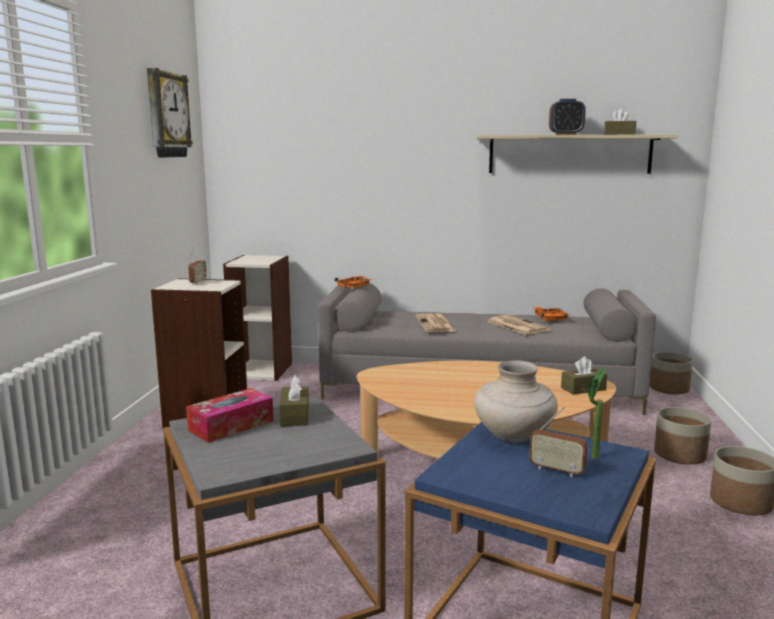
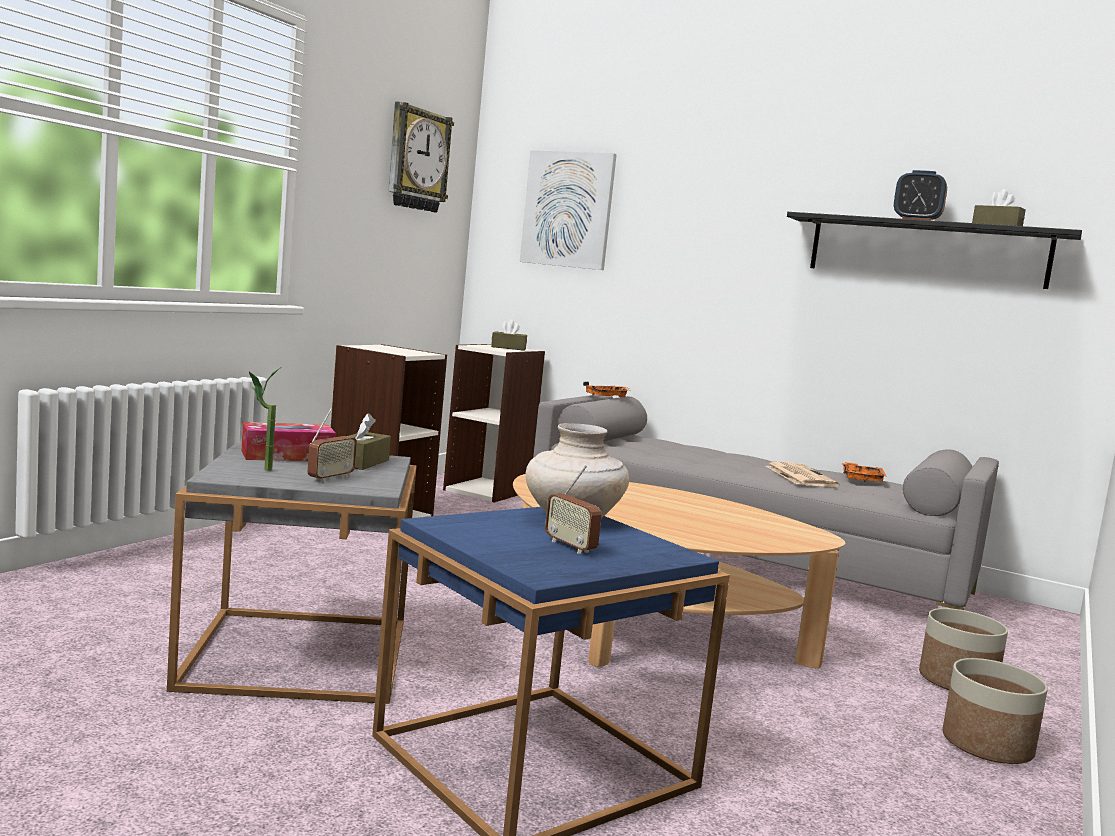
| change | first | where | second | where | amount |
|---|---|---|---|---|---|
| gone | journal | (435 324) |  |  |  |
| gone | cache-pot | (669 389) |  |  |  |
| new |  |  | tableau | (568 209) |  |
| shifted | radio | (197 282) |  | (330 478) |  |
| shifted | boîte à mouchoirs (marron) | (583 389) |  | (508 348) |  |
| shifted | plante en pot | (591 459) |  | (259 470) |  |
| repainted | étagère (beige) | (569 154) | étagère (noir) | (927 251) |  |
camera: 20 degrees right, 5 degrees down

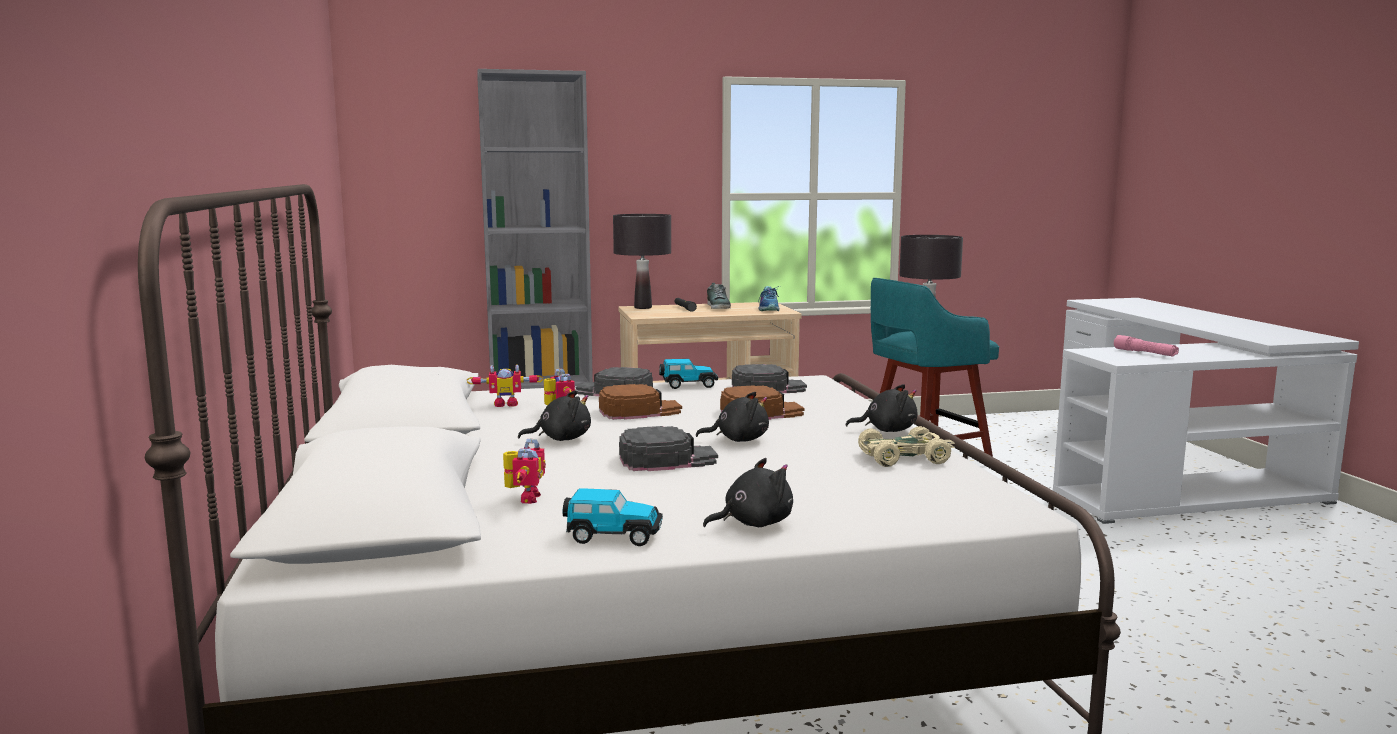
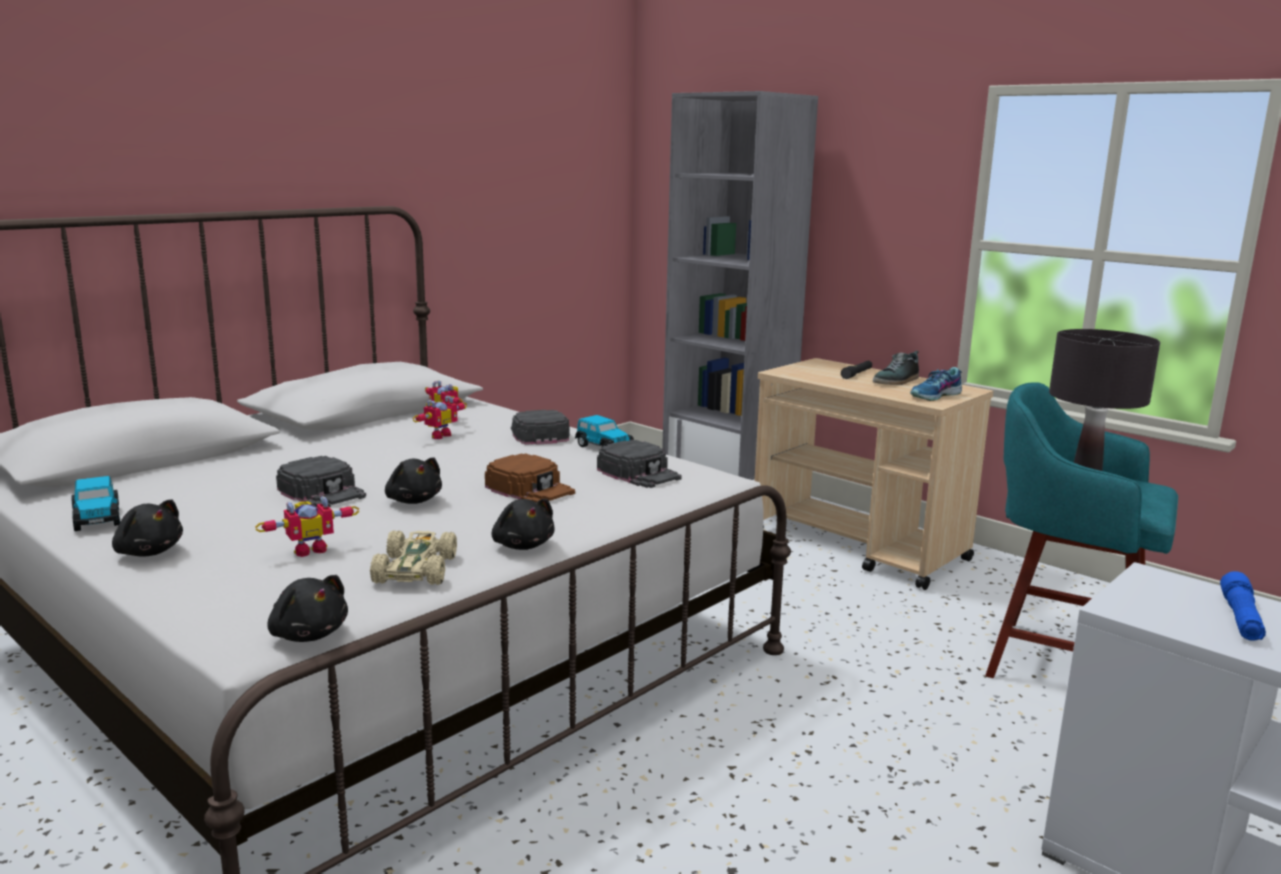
| change | first | where | second | where | amount |
|---|---|---|---|---|---|
| gone | casquette (marron) | (639 411) |  |  |  |
| gone | lampe de table (noir) | (643 307) |  |  |  |
| shifted | robot jouet | (524 498) |  | (309 549) |  |
| shifted | peluche (noir) | (561 439) |  | (308 634) |  |
| repainted | lampe de poche (rose) | (1145 353) | lampe de poche (bleu) | (1240 618) |  |
| rotated | petite voiture (beige) | (904 457) |  | (415 569) | 135 degrees counterclockwise |
camera: 55 degrees right, 5 degrees up

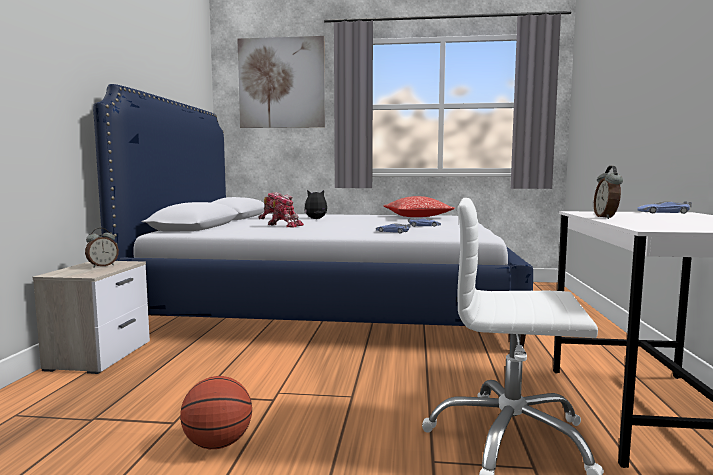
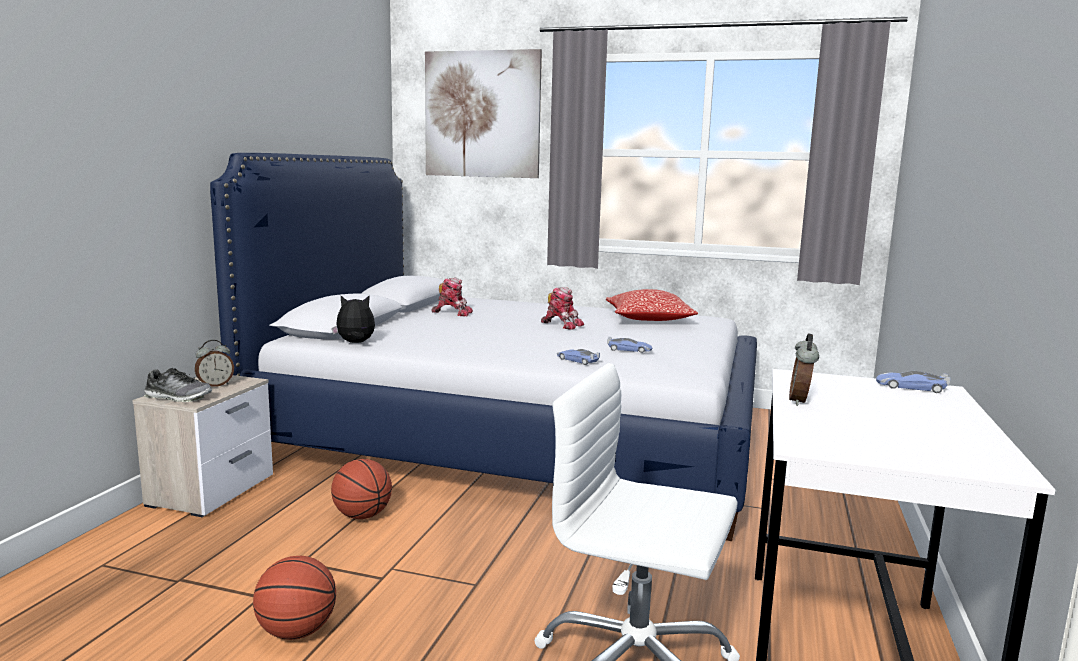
| change | first | where | second | where | amount |
|---|---|---|---|---|---|
| new |  |  | chaussure | (178 398) |  |
| new |  |  | ballon de basket | (362 516) |  |
| shifted | robot jouet | (285 225) |  | (561 325) |  |
| shifted | peluche | (316 219) |  | (355 343) |  |
camera: 10 degrees right, 5 degrees up

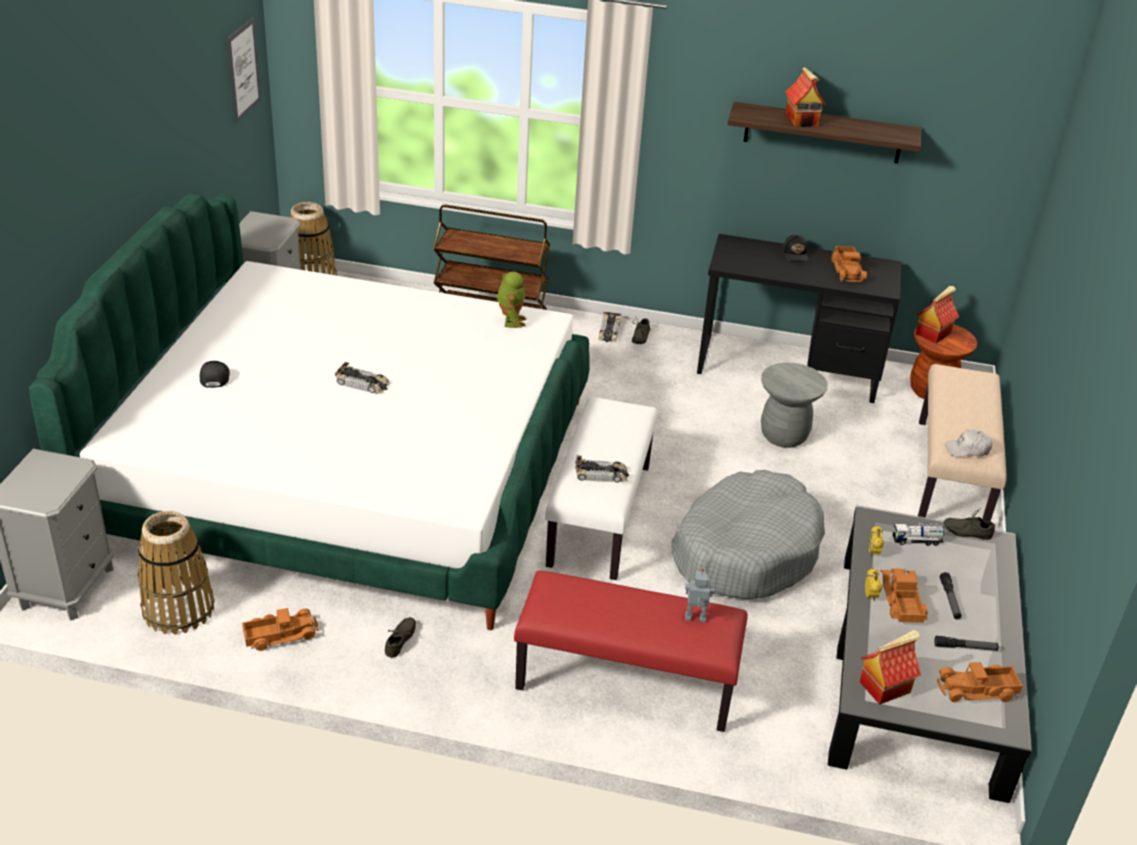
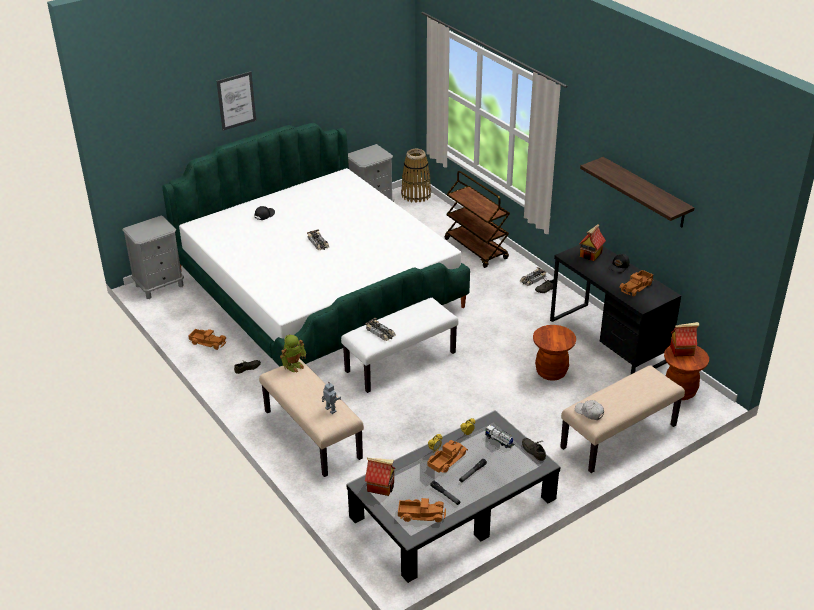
| change | first | where | second | where | amount |
|---|---|---|---|---|---|
| gone | panier | (178 609) |  |  |  |
| gone | panier pour chien (gris) | (745 551) |  |  |  |
| shifted | tableau | (243 70) |  | (236 100) |  |
| shifted | robot jouet | (511 321) |  | (294 365) |  |
| shifted | maison miniature | (802 120) |  | (591 254) |  |
| repainted | banc (rouge) | (624 683) | banc (beige) | (311 434) |  |
| repainted | tabouret (gris) | (784 435) | tabouret (marron) | (551 372) |  |
| rotated | camion jouet | (977 691) |  | (421 514) | 150 degrees clockwise |
camera: 45 degrees right, 0 degrees up

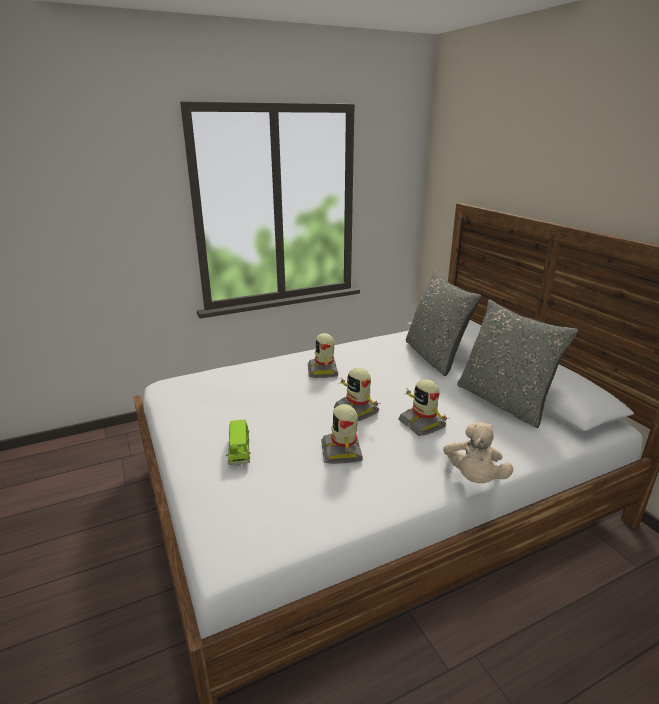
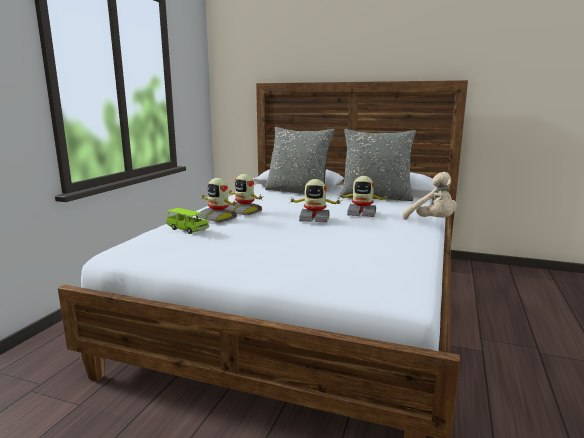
| change | first | where | second | where | amount |
|---|---|---|---|---|---|
| shifted | petite voiture (vert) | (239 452) |  | (187 230) |  |
| shifted | robot jouet | (342 452) |  | (218 218) |  |
camera: 45 degrees left, 10 degrees down

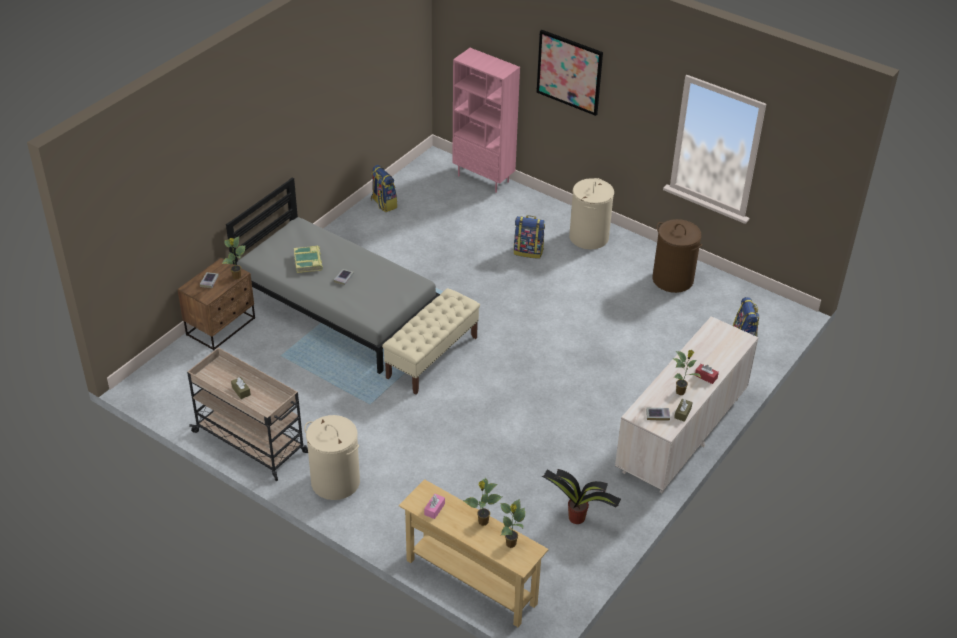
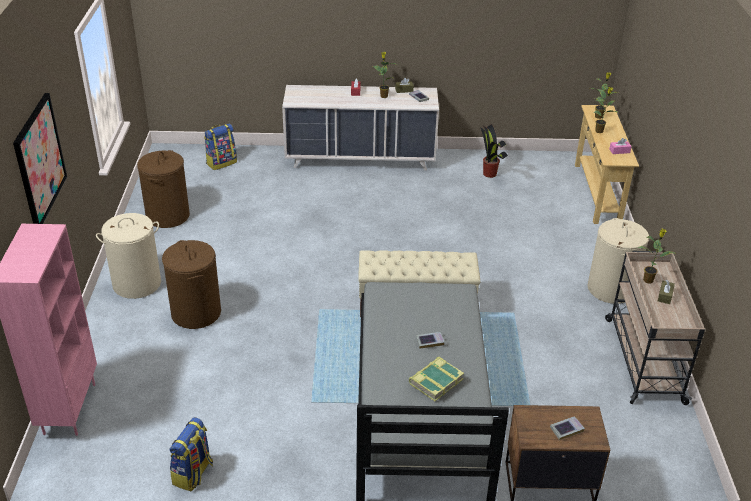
| change | first | where | second | where | amount |
|---|---|---|---|---|---|
| shifted | plante en pot | (236 277) |  | (648 280) |  |
| swapped | sac à dos | (528 251) | panier à linge (marron) | (196 313) |  |
camera: 125 degrees left, 5 degrees down

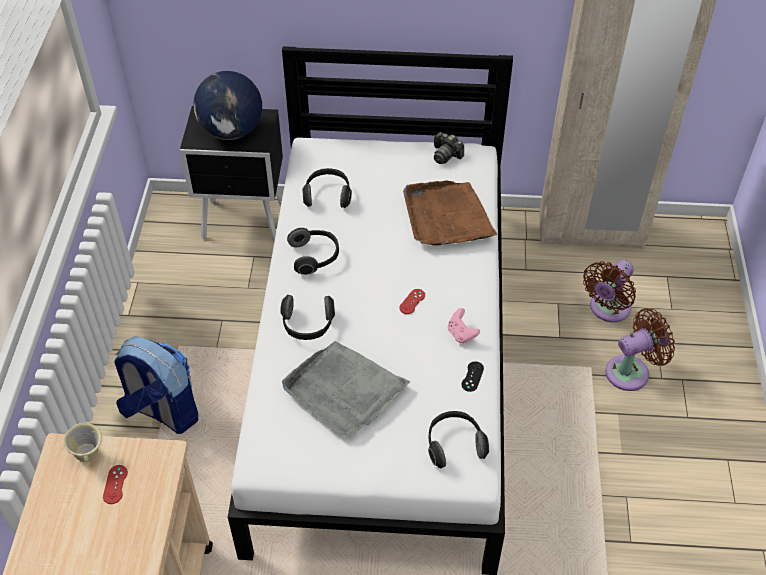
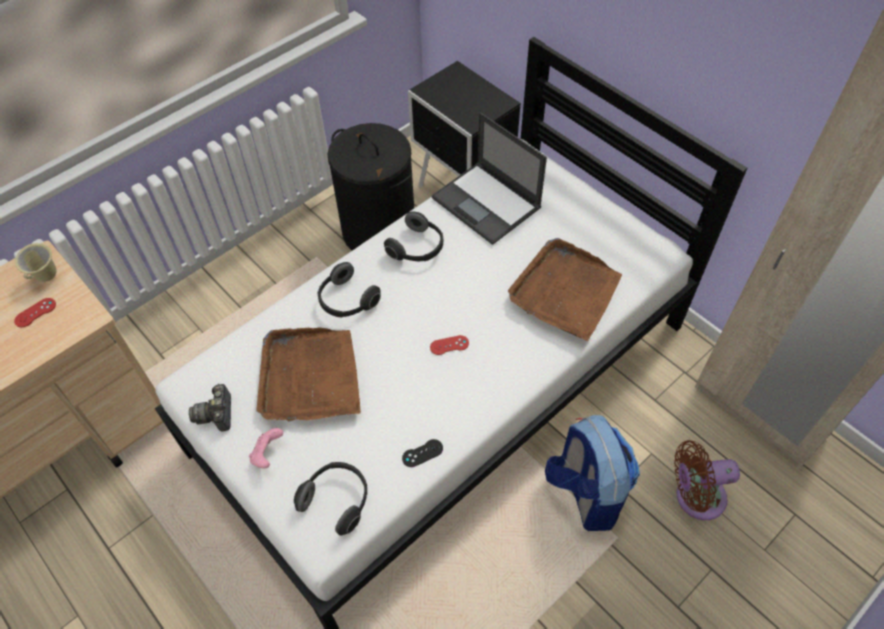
| change | first | where | second | where | amount |
|---|---|---|---|---|---|
| gone | globe | (232 131) |  |  |  |
| gone | ventilateur (marron) | (631 371) |  |  |  |
| new |  |  | panier à linge (noir) | (379 231) |  |
| shifted | sac à dos | (162 411) |  | (585 492) |  |
| shifted | appareil photo | (446 155) |  | (216 414) |  |
| shifted | manette (rose) | (461 334) |  | (267 454) |  |
| swapped | casque audio | (328 195) | ordinateur portable | (487 203) |  |
| repainted | plateau (gris) | (344 390) | plateau (marron) | (309 377) |  |
camera: 45 degrees right, 5 degrees up

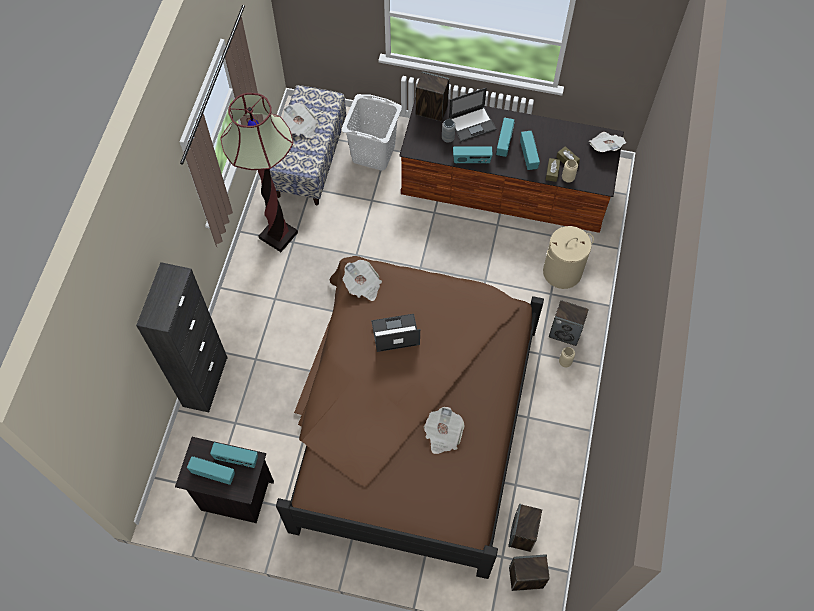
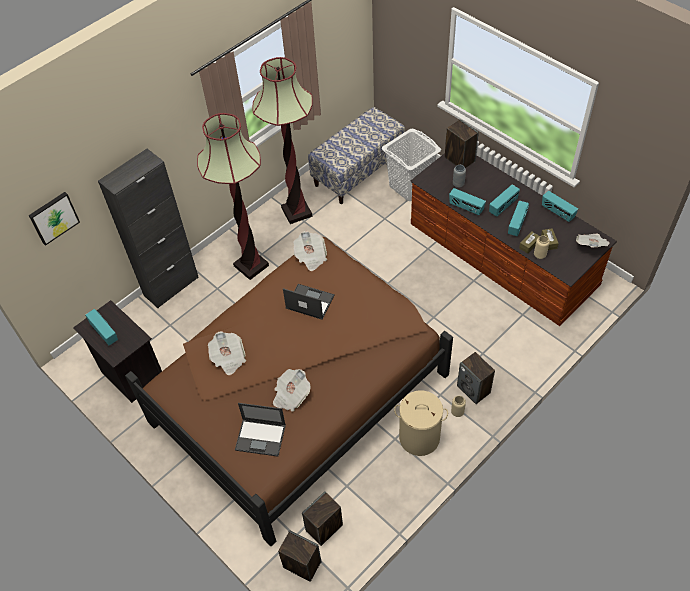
| change | first | where | second | where | amount |
|---|---|---|---|---|---|
| new |  |  | tableau | (53 217) |  |
| new |  |  | lampadaire | (251 266) |  |
| shifted | radio | (236 459) |  | (557 213) |  |
| shifted | journal | (301 126) |  | (228 358) |  |
| shifted | ordinateur portable | (472 123) |  | (261 437) |  |
| shifted | panier à linge (beige) | (562 272) |  | (419 437) |  |
camera: 35 degrees right, 10 degrees down

